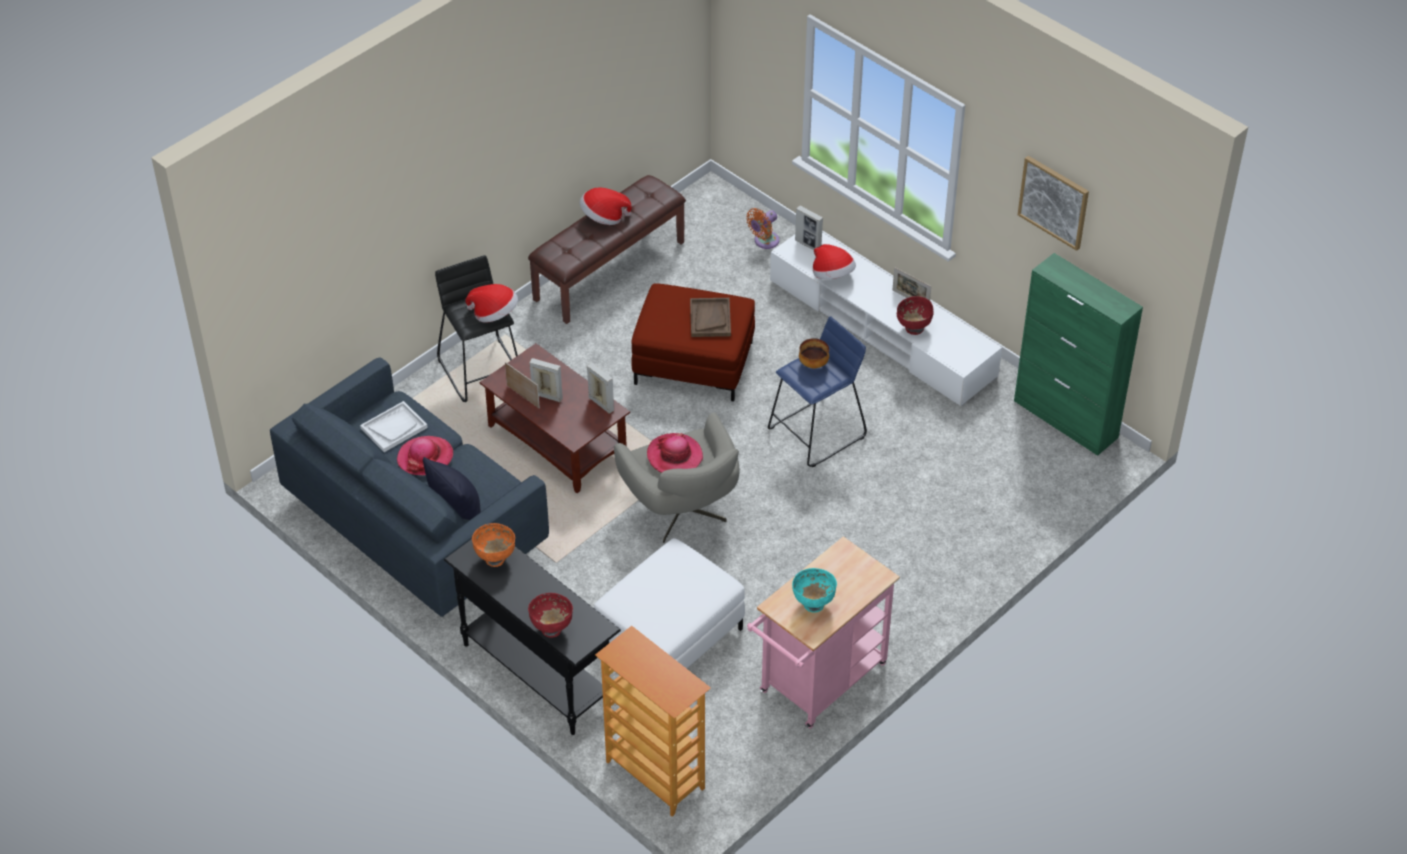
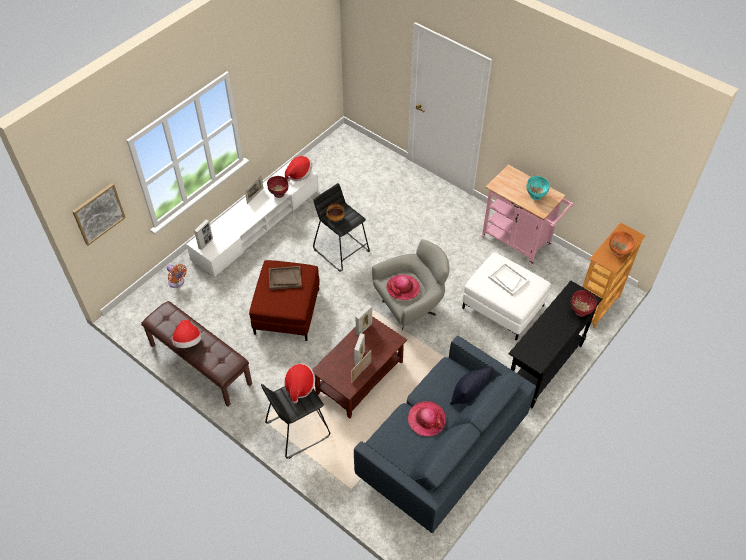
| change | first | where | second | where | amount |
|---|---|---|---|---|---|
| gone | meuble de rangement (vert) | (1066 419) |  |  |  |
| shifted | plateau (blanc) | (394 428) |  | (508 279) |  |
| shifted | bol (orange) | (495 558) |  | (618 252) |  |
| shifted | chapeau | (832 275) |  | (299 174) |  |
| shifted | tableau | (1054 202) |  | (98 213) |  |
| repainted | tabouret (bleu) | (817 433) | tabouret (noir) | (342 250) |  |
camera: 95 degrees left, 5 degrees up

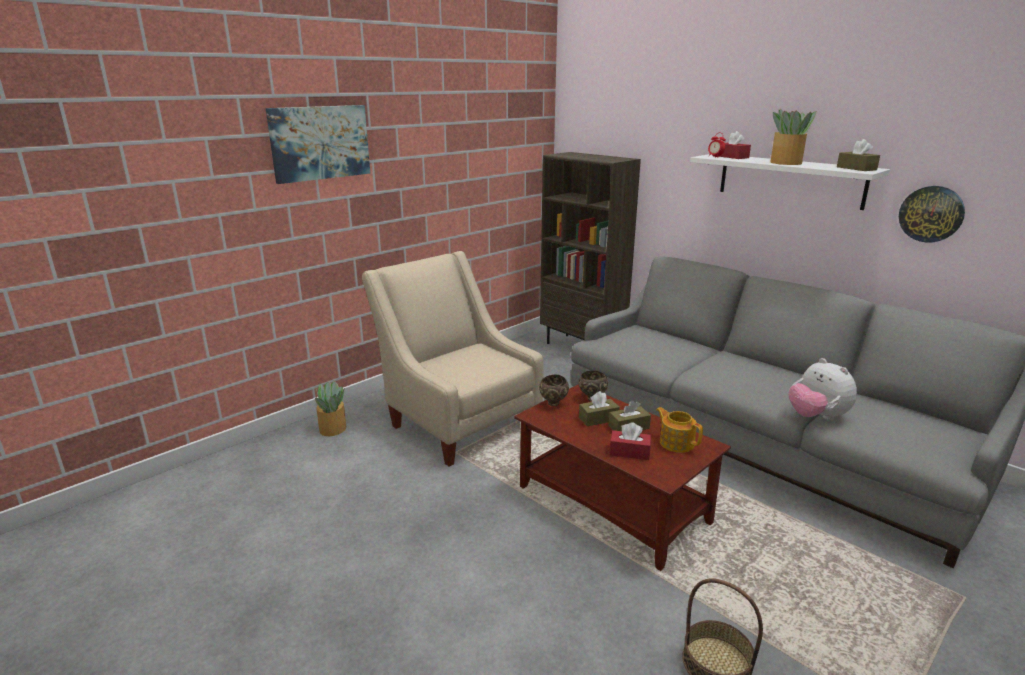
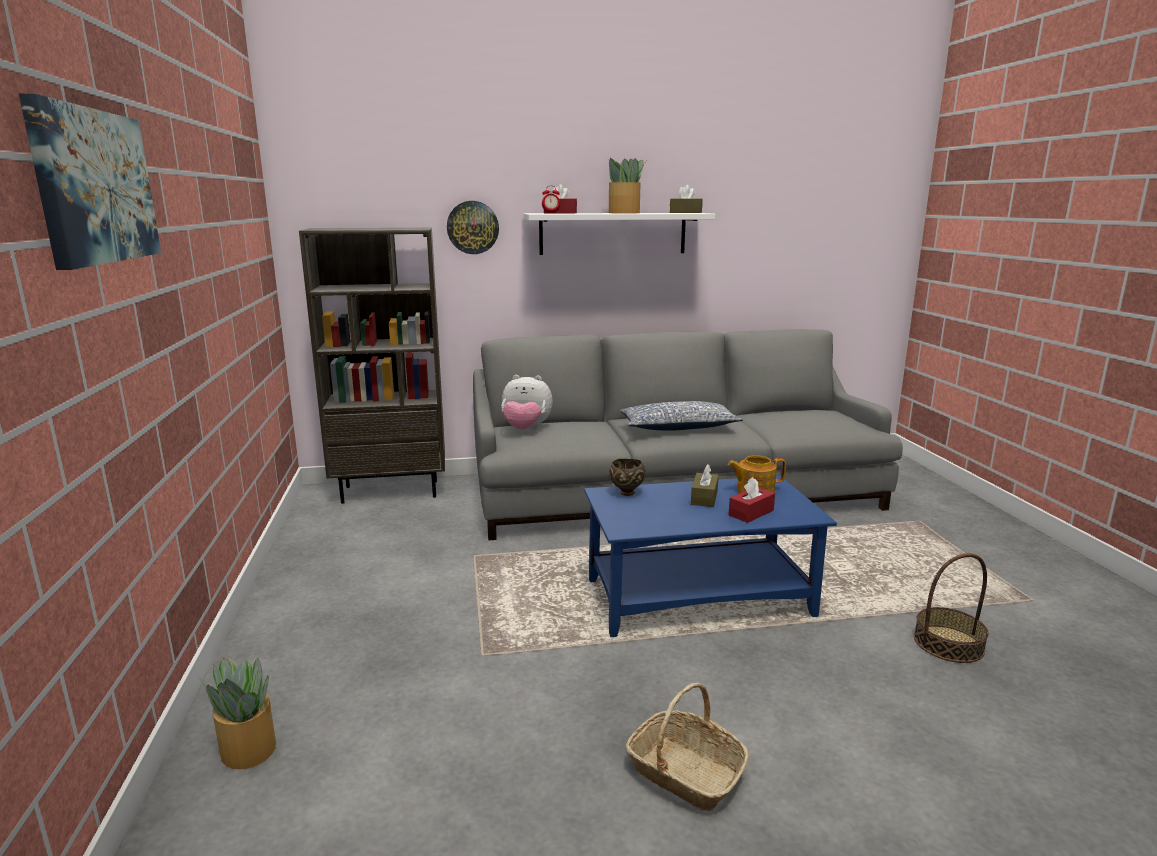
| change | first | where | second | where | amount |
|---|---|---|---|---|---|
| gone | fauteuil (beige) | (457 421) |  |  |  |
| gone | bol (marron) | (553 404) |  |  |  |
| gone | boîte à mouchoirs (marron) | (598 419) |  |  |  |
| new |  |  | coussin | (678 427) |  |
| new |  |  | panier | (684 772) |  |
| shifted | peluche | (816 417) |  | (526 429) |  |
| shifted | horloge murale | (931 214) |  | (472 227) |  |
| repainted | table basse (marron) | (614 505) | table basse (bleu) | (699 597) |  |
camera: 55 degrees left, 5 degrees down

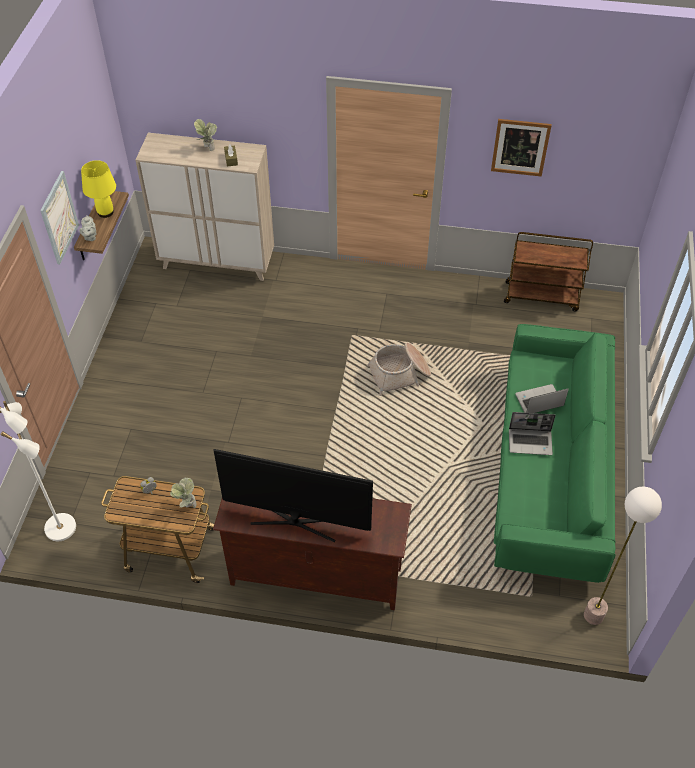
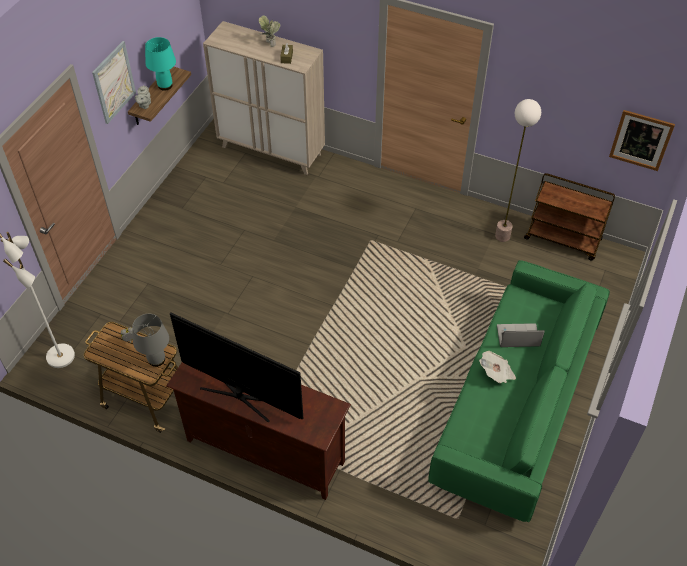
| change | first | where | second | where | amount |
|---|---|---|---|---|---|
| gone | panier | (400 374) |  |  |  |
| shifted | tableau | (520 147) |  | (641 140) |  |
| shifted | lampadaire | (594 615) |  | (502 236) |  |
| swapped | plante en pot | (187 505) | lampe de table (gris) | (157 360) |  |
| swapped | ordinateur portable | (530 442) | journal | (496 373) |  |
| repainted | lampe de table (jaune) | (105 212) | lampe de table (turquoise) | (165 85) |  |
camera: 15 degrees right, 0 degrees up

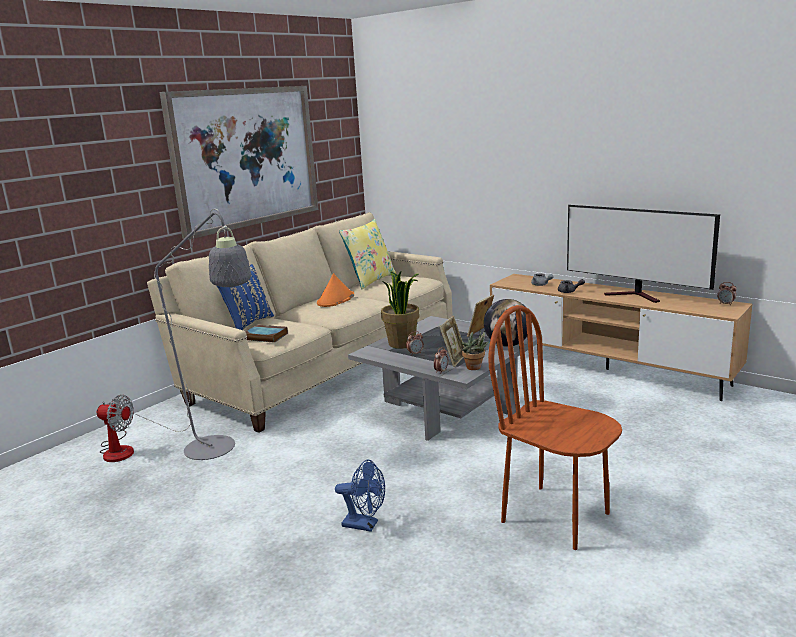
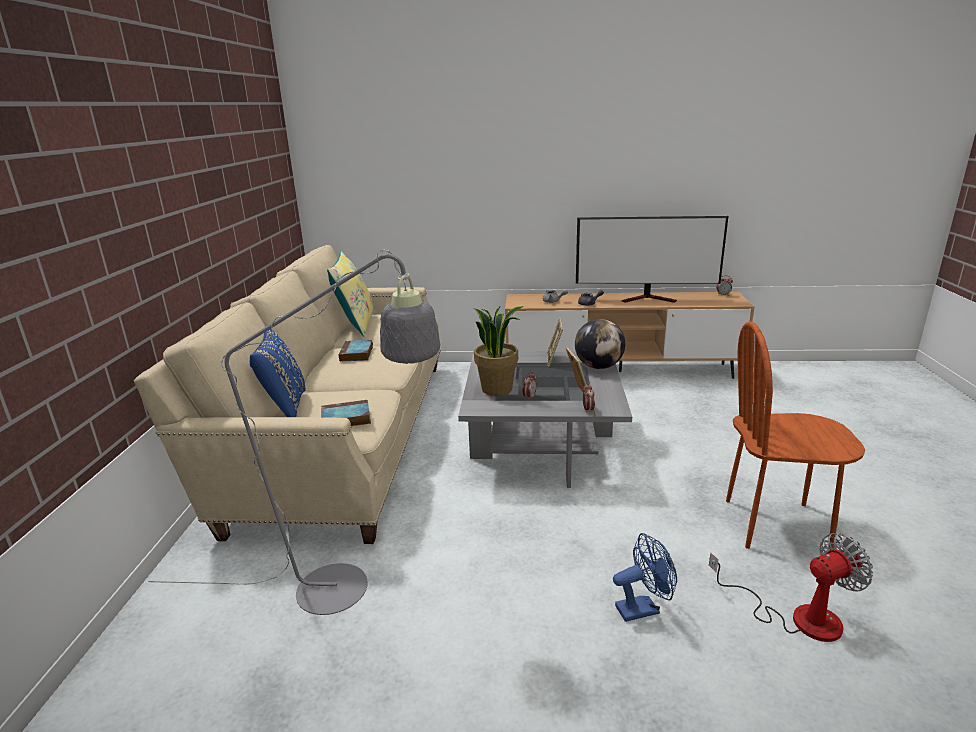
| change | first | where | second | where | amount |
|---|---|---|---|---|---|
| gone | tableau | (245 157) |  |  |  |
| gone | plante en pot | (475 368) |  |  |  |
| shifted | ventilateur | (118 450) |  | (797 617) |  |
| swapped | chapeau (orange) | (335 300) | livre | (357 354) |  |
camera: 35 degrees left, 5 degrees up

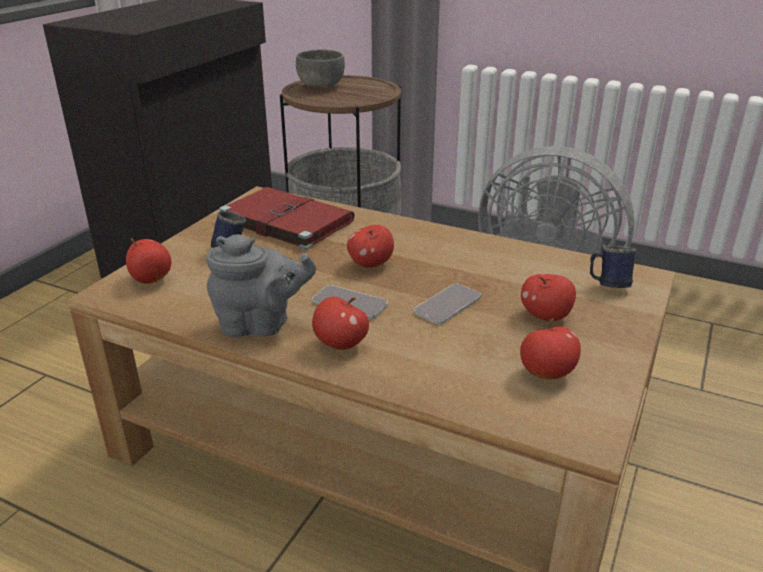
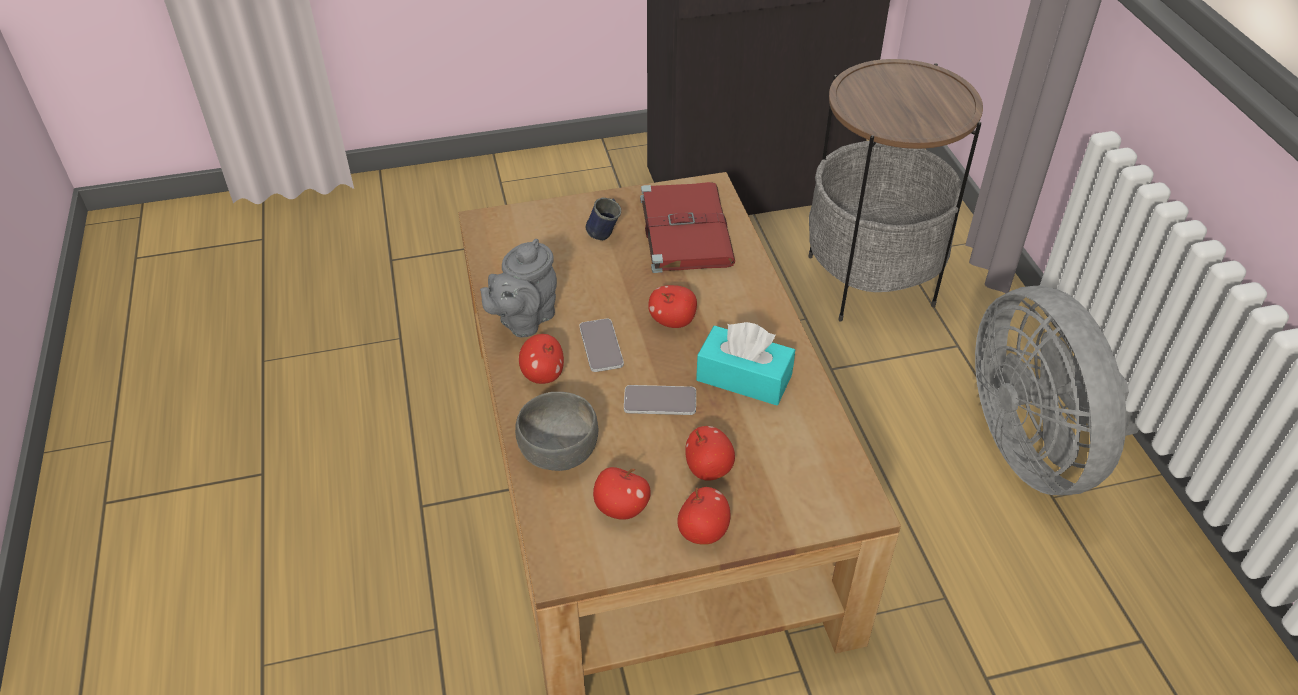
| change | first | where | second | where | amount |
|---|---|---|---|---|---|
| gone | mug (bleu) | (608 285) |  |  |  |
| new |  |  | boîte à mouchoirs (turquoise) | (744 378) |  |
| shifted | pomme | (151 279) |  | (703 531) |  |
| shifted | bol (gris) | (321 85) |  | (560 451) |  |
| rotated | théière (gris) | (260 325) |  | (524 320) | 75 degrees clockwise |
camera: 50 degrees right, 15 degrees up

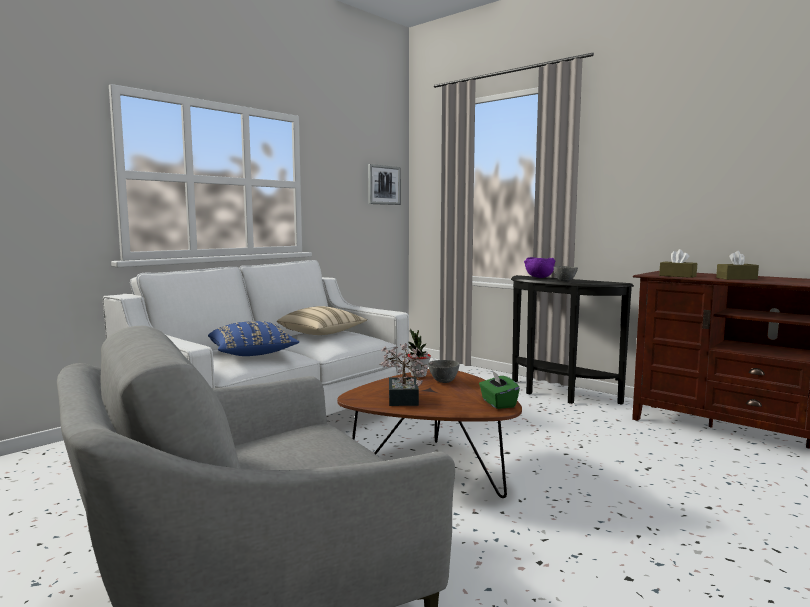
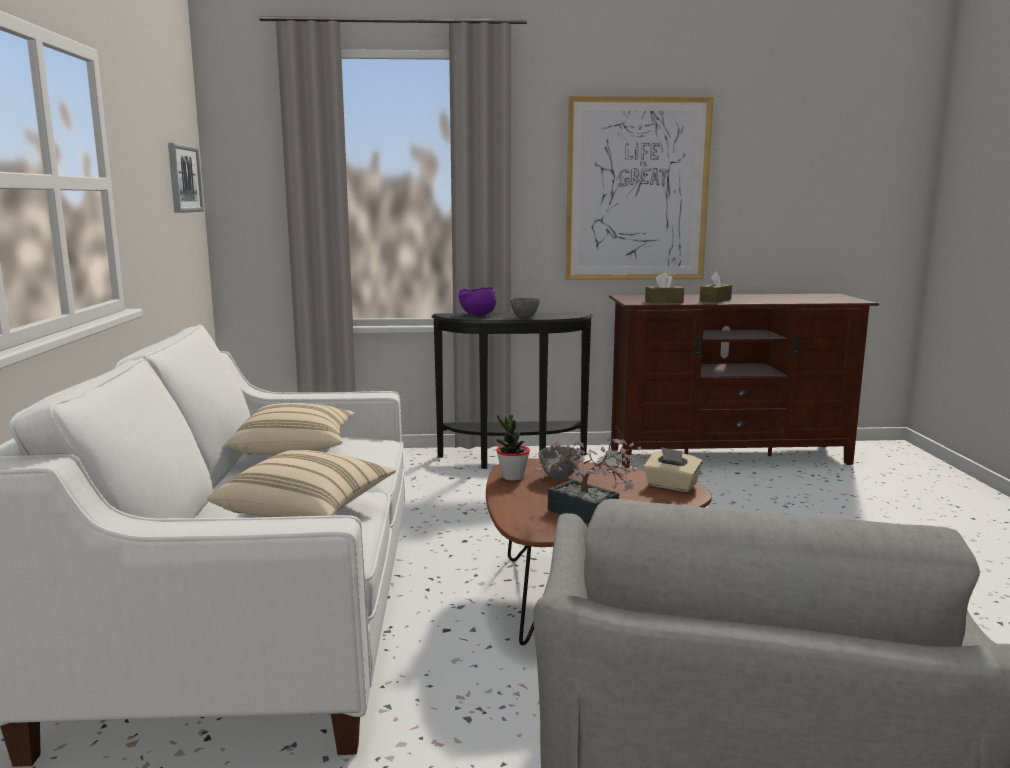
| change | first | where | second | where | amount |
|---|---|---|---|---|---|
| new |  |  | tableau | (637 190) |  |
| repainted | coussin (bleu) | (252 354) | coussin (beige) | (307 511) |  |
| repainted | boîte à mouchoirs (vert) | (498 403) | boîte à mouchoirs (beige) | (671 486) |  |
camera: 45 degrees left, 5 degrees up

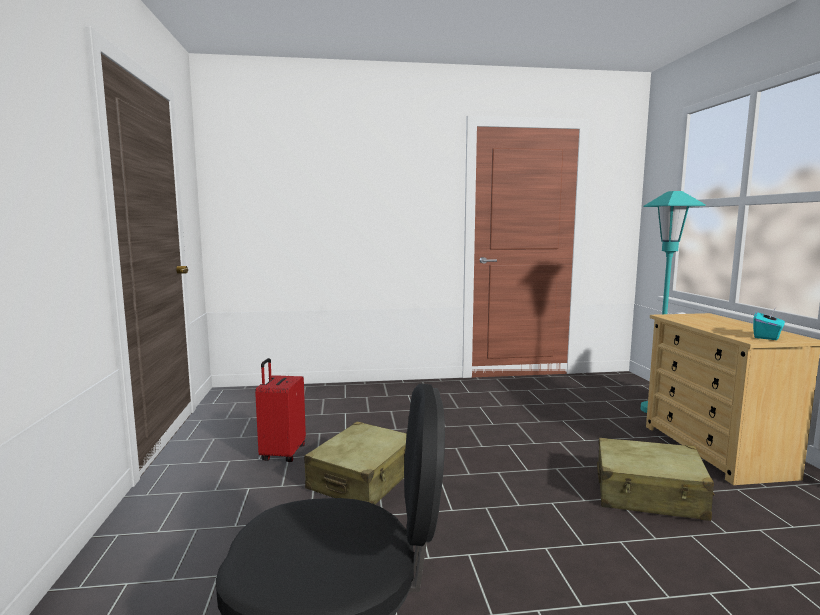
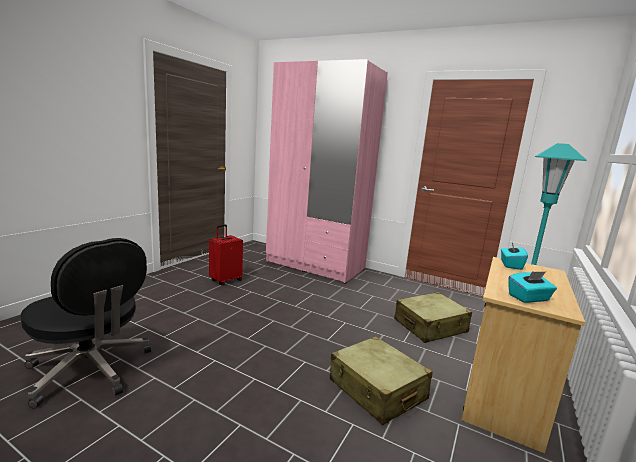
| change | first | where | second | where | amount |
|---|---|---|---|---|---|
| new |  |  | armoire (rose) | (315 265) |  |
| new |  |  | boîte à mouchoirs (turquoise) | (510 265) |  |
| shifted | valise (beige) | (363 479) |  | (430 326) |  |
camera: 35 degrees right, 5 degrees up

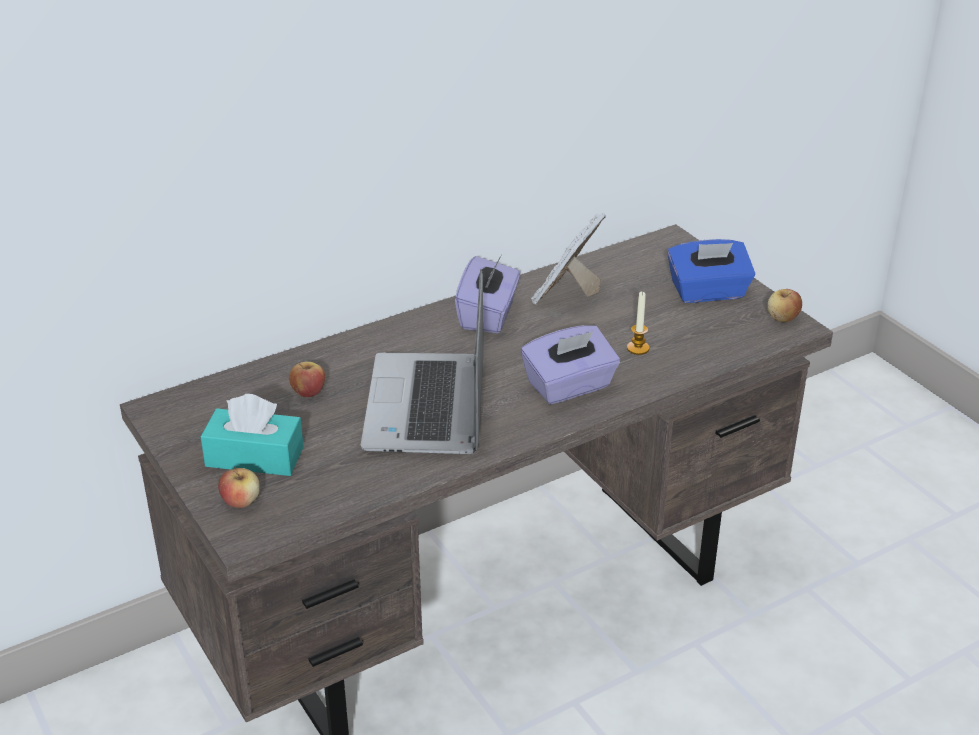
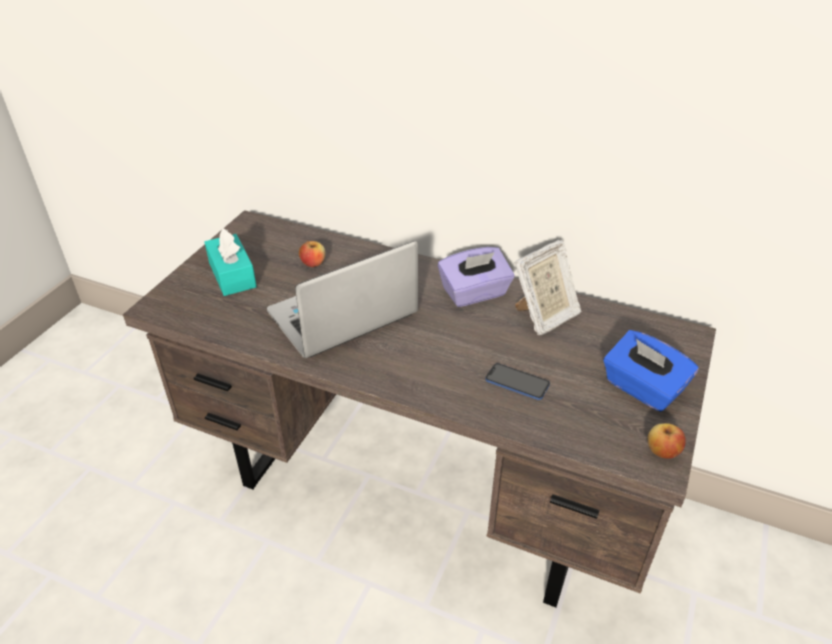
| change | first | where | second | where | amount |
|---|---|---|---|---|---|
| gone | pomme | (241 501) |  |  |  |
| gone | boîte à mouchoirs (violet) | (569 386) |  |  |  |
| swapped | bougie | (638 348) | téléphone | (517 383) |  |
| rotated | cadre photo | (567 294) |  | (544 316) | 150 degrees clockwise |
camera: 55 degrees right, 5 degrees up

